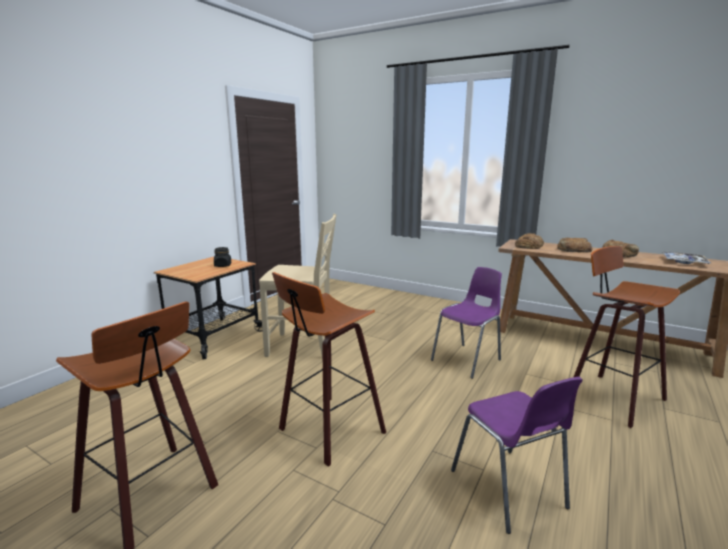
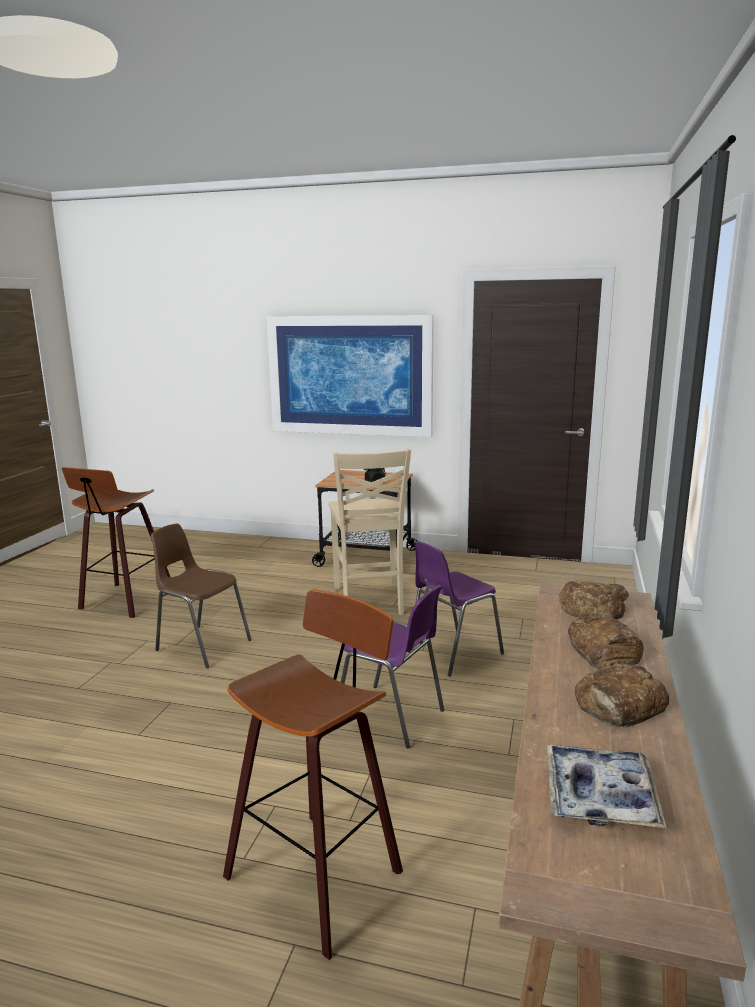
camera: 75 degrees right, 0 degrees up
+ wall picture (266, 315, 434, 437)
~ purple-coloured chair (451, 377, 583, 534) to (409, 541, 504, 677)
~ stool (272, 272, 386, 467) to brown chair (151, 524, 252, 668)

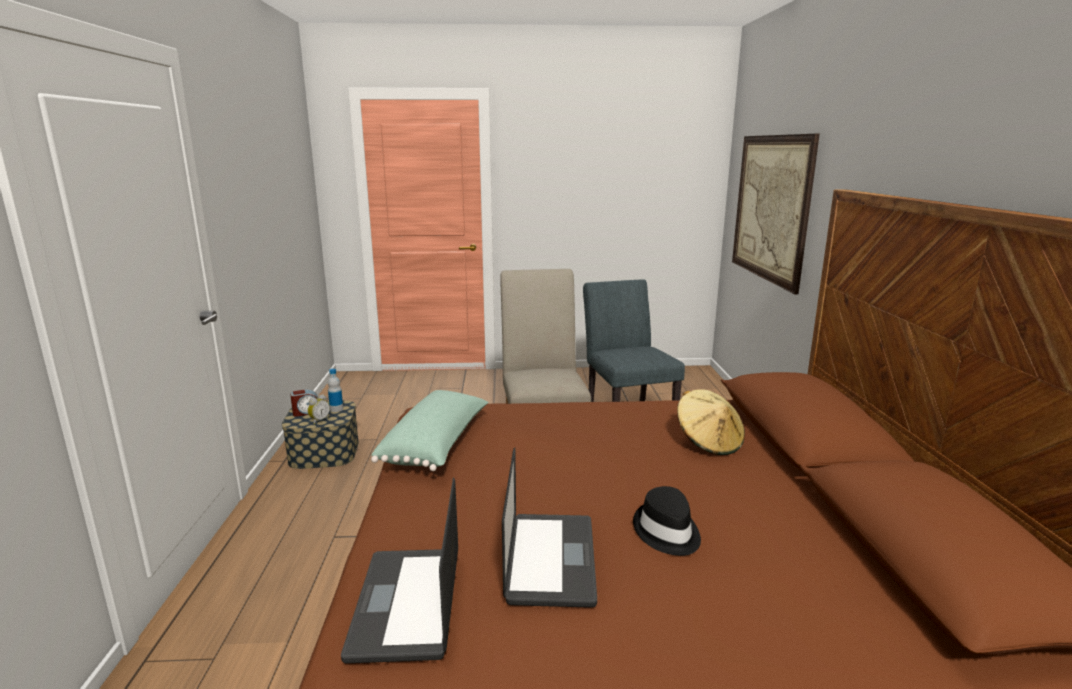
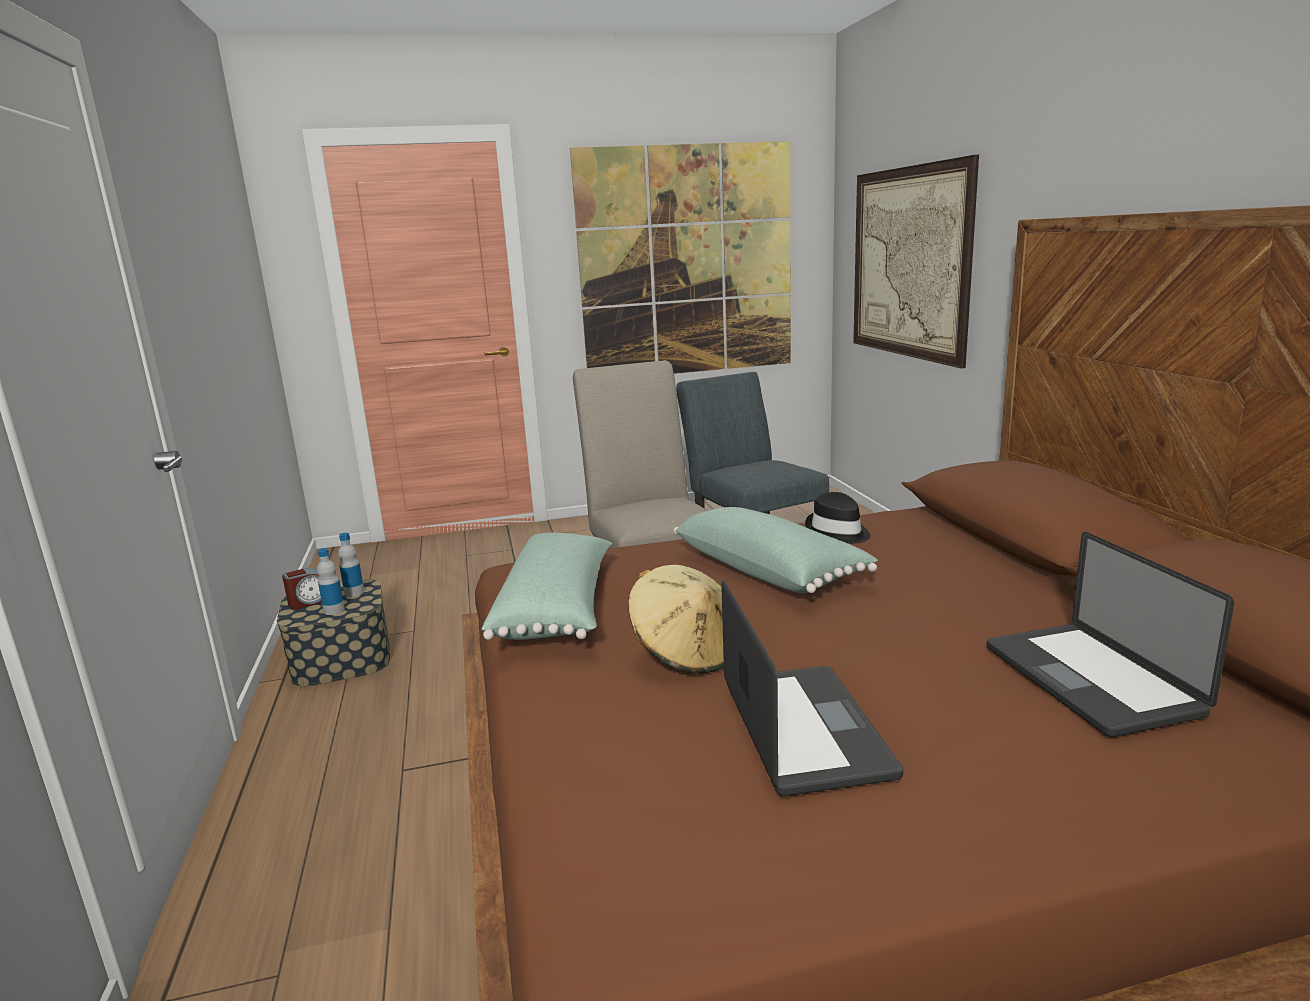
camera: 10 degrees left, 0 degrees up
+ wall picture (570, 141, 791, 374)
+ green-coloured throw pillow (673, 507, 878, 593)
~ notebook computer (341, 478, 458, 663) to (987, 532, 1234, 737)
~ black-coloured hat (633, 486, 701, 556) to (805, 492, 870, 544)
~ beige-coloured hat (677, 389, 745, 455) to (628, 565, 724, 674)
~ alarm clock (308, 394, 330, 424) to bottle (317, 548, 345, 615)

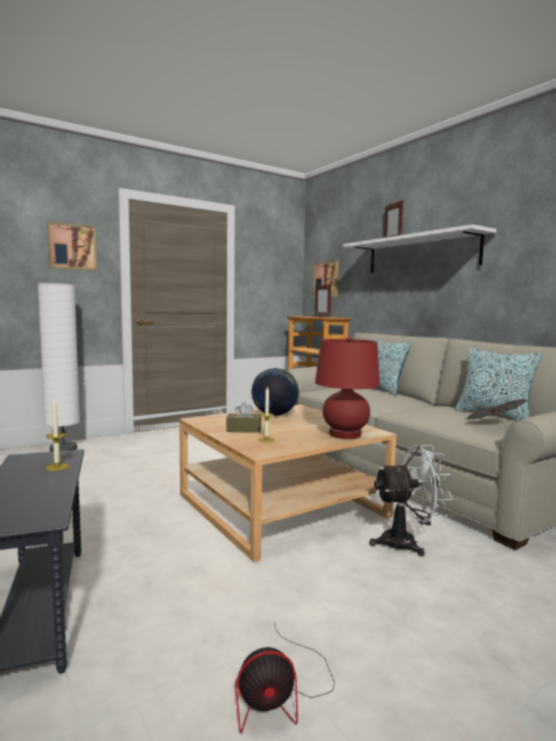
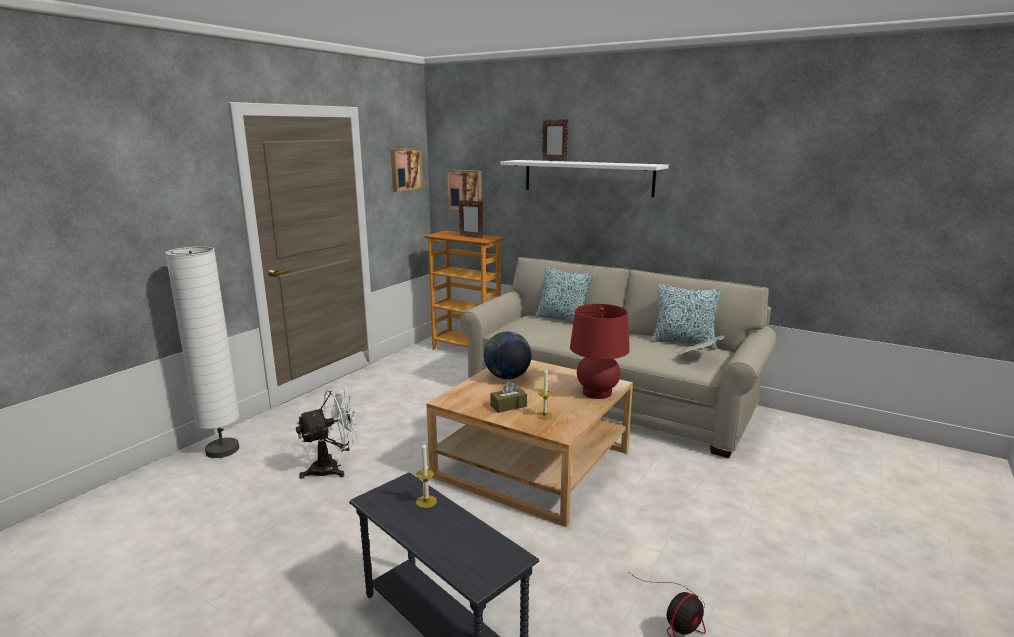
camera: 25 degrees left, 10 degrees up
~ wall picture (48, 222, 97, 270) to (391, 148, 423, 192)
~ white-coloured electric fan (369, 445, 453, 557) to (296, 388, 359, 479)

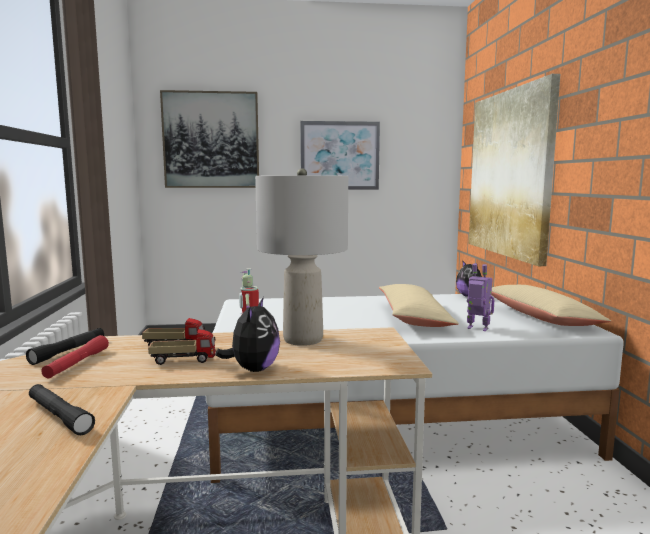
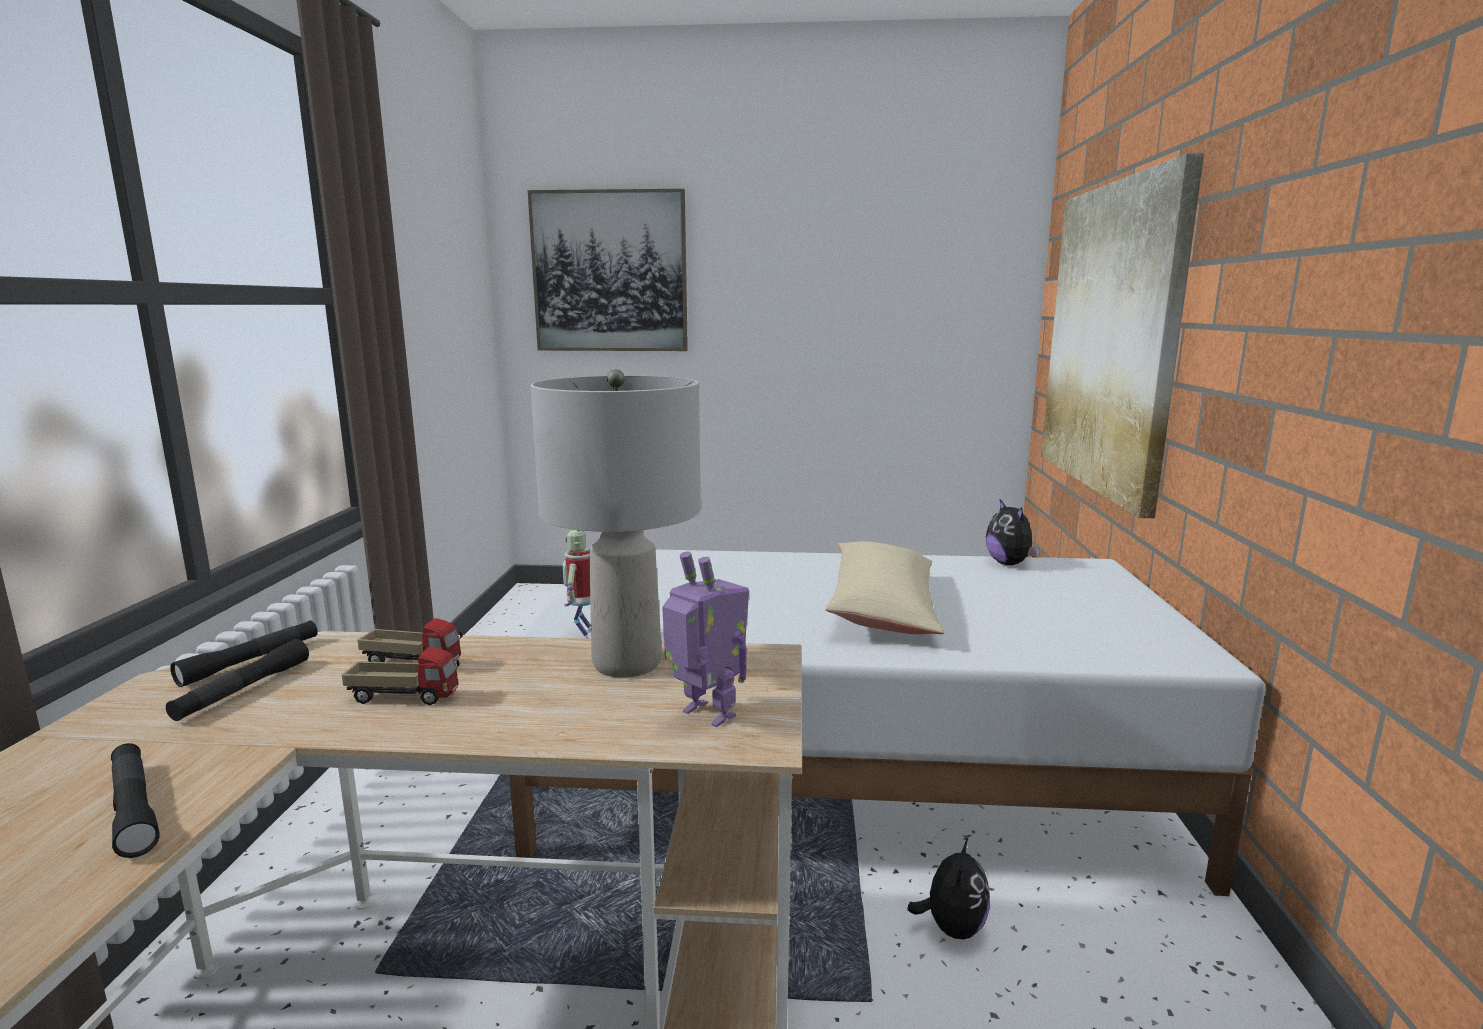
camera: 10 degrees right, 5 degrees up
- wall picture (300, 121, 380, 190)
- beige-coloured throw pillow (491, 285, 611, 326)
~ cuddly toy (215, 297, 280, 372) to (907, 837, 990, 940)
~ model robot (467, 263, 494, 331) to (662, 551, 749, 727)
~ reddish torch (41, 335, 109, 378) to black-coloured torch (166, 639, 309, 721)

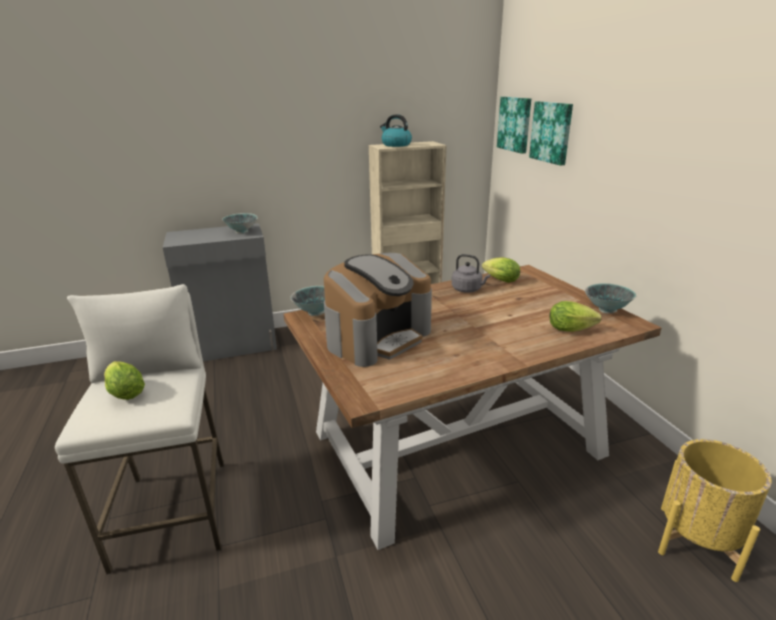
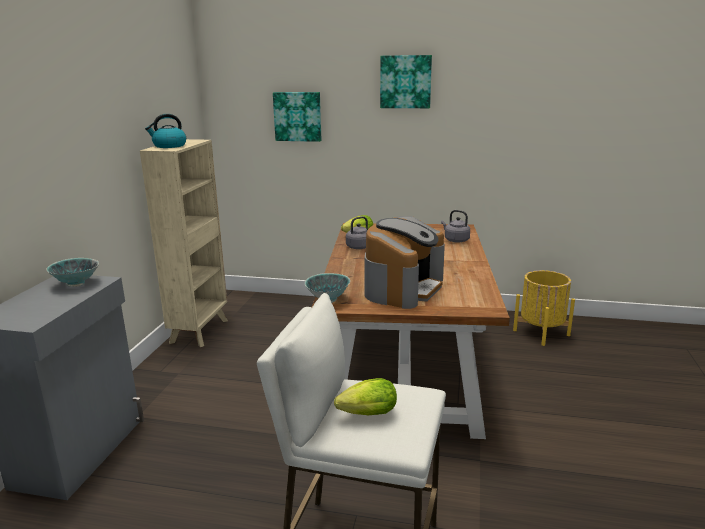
camera: 60 degrees left, 5 degrees down
- bowl (585, 283, 637, 314)
~ wall picture (497, 97, 531, 154) to (380, 55, 432, 108)
~ lettuce head (550, 301, 602, 332) to greyish kettle (441, 210, 470, 242)
~ coffee maker (324, 253, 432, 367) = (364, 216, 445, 309) 45 degrees clockwise

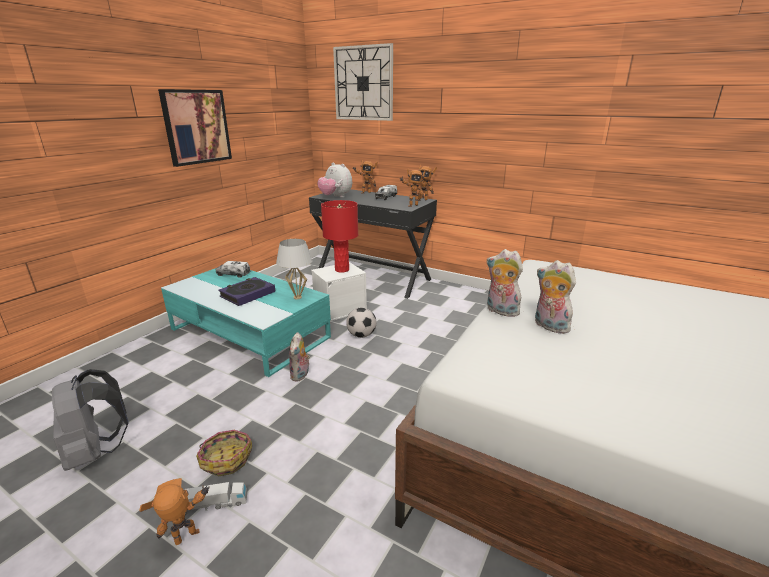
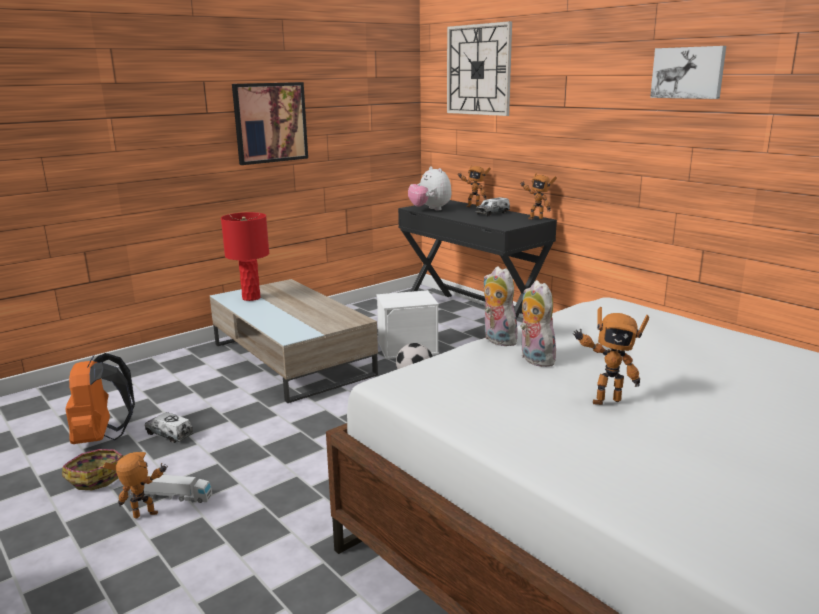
camera: 20 degrees right, 5 degrees down
- volume (218, 277, 275, 306)
- white-coloured lamp for a table (276, 239, 312, 299)
- cuddly toy (289, 332, 310, 382)
+ wall picture (650, 46, 726, 99)
~ basket (196, 430, 252, 476) to (62, 449, 124, 490)
~ toy lorry (215, 261, 251, 278) to (145, 412, 194, 443)
~ reddish lamp for a table (321, 200, 358, 273) to (221, 212, 269, 301)
~ model robot (400, 169, 426, 207) to (573, 307, 649, 405)
~ greyish knapsack (52, 369, 129, 471) to orangey knapsack (65, 353, 135, 444)
~ turquoise low table (161, 268, 331, 377) to beige-coloured low table (210, 279, 378, 403)

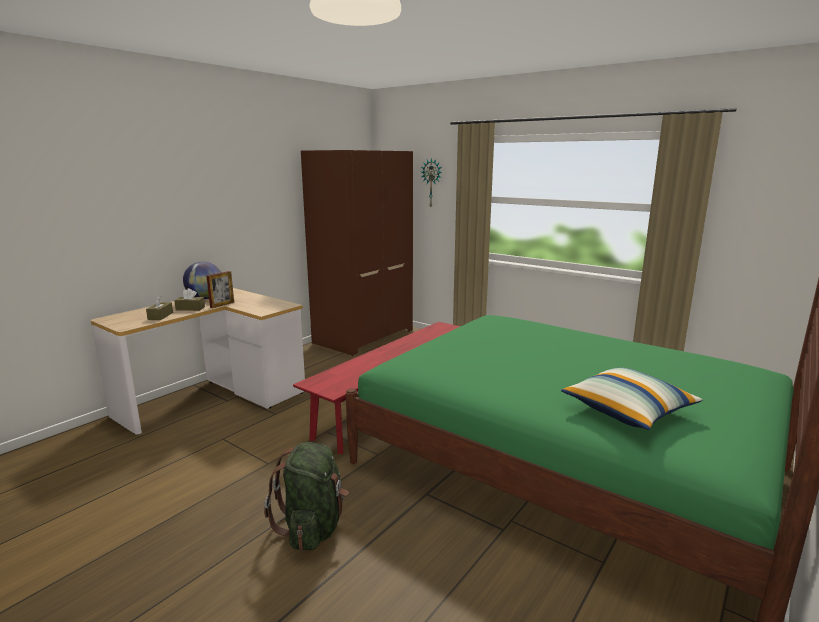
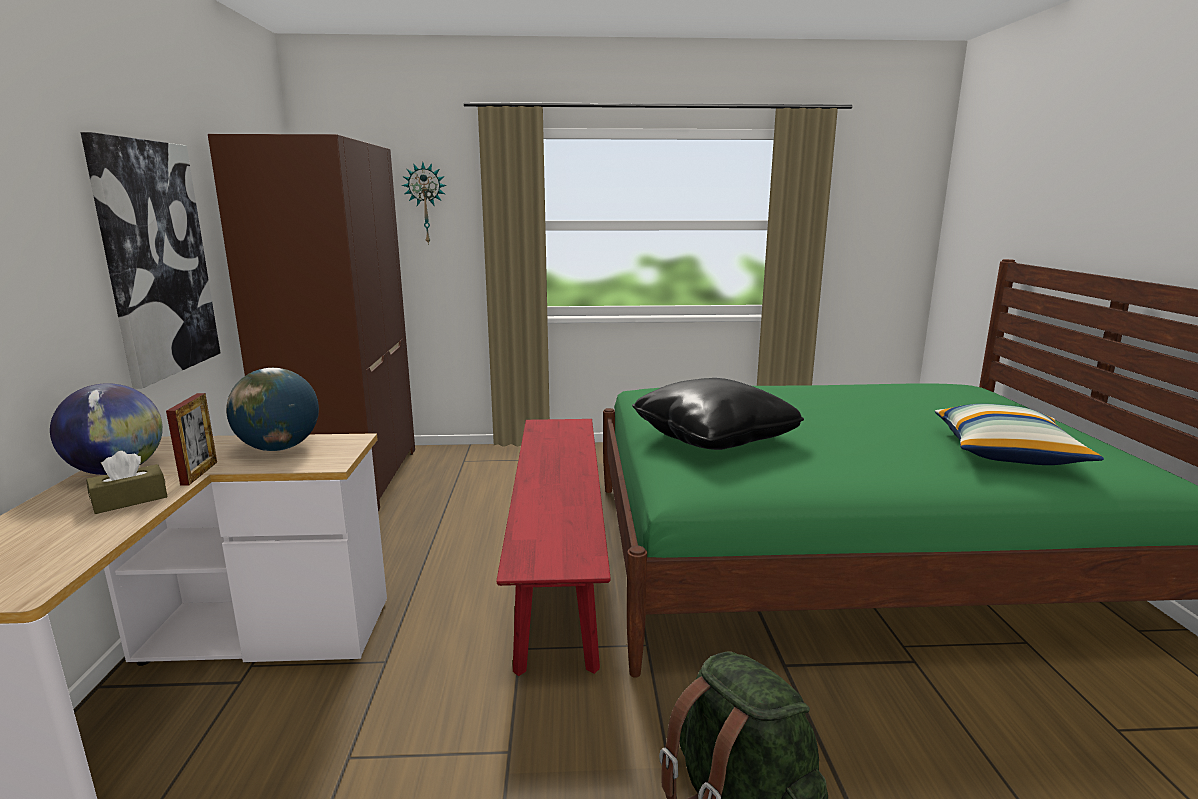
camera: 40 degrees left, 0 degrees up
- brown tissue holder (146, 295, 173, 320)
+ wall picture (81, 132, 220, 389)
+ desk globe (226, 368, 319, 451)
+ black-coloured throw pillow (632, 378, 804, 450)

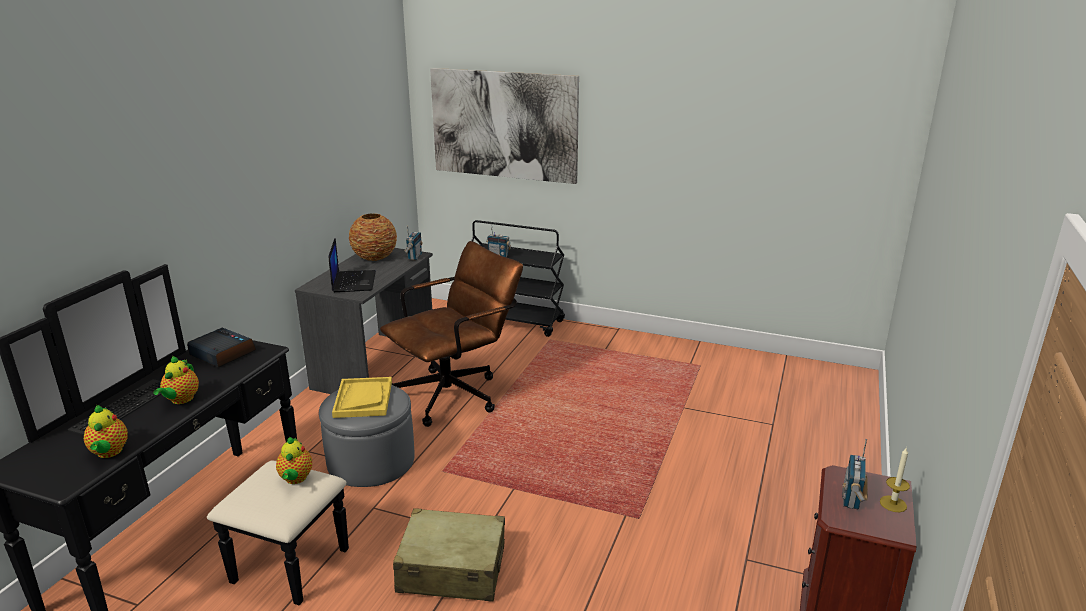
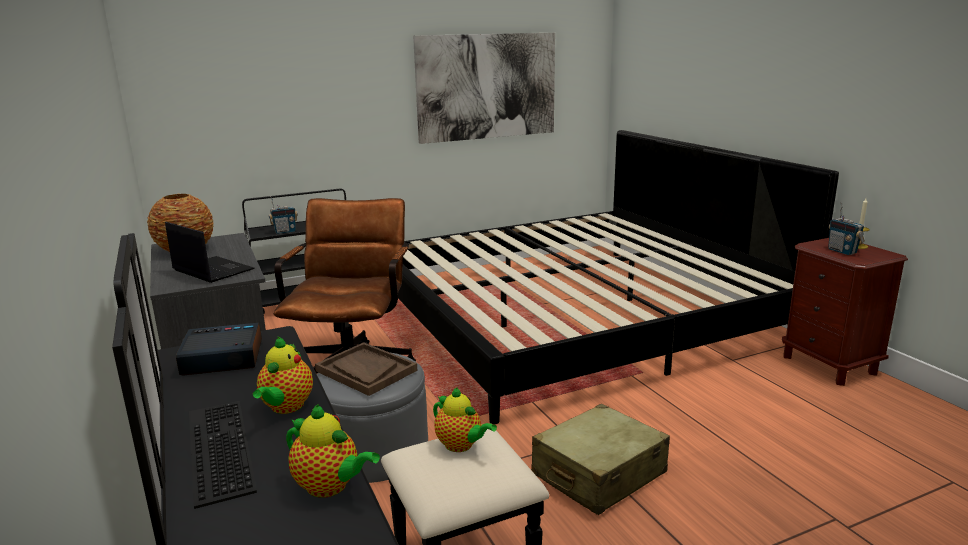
camera: 45 degrees left, 5 degrees down
- radio set (404, 226, 423, 260)
+ bedroom bed (398, 130, 839, 424)
~ wall picture (430, 68, 579, 184) to (413, 33, 555, 144)
~ yellow-coloured serving tray (332, 377, 392, 418) to brown serving tray (315, 342, 418, 396)
~ tea pot (153, 356, 199, 404) = (253, 337, 313, 414) 45 degrees clockwise

